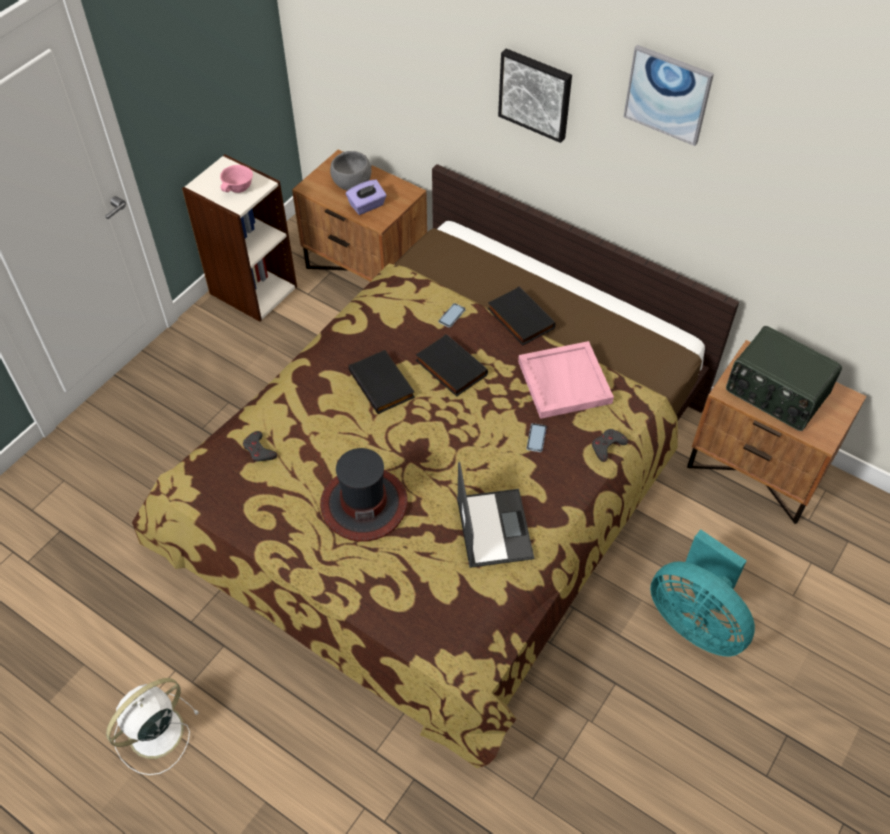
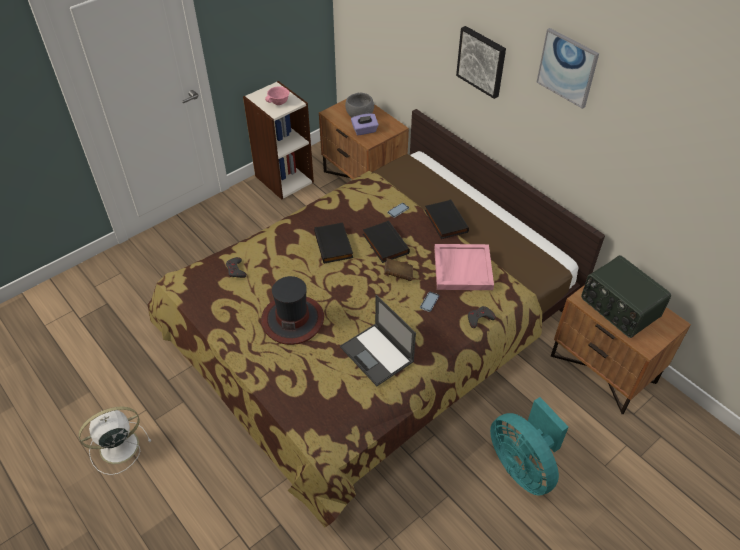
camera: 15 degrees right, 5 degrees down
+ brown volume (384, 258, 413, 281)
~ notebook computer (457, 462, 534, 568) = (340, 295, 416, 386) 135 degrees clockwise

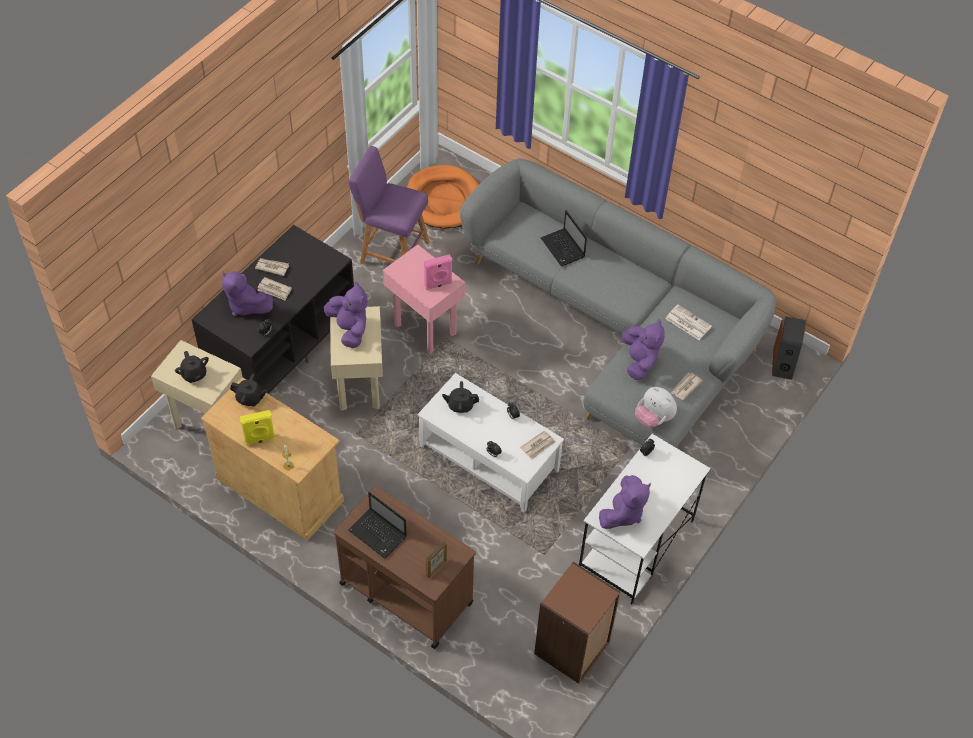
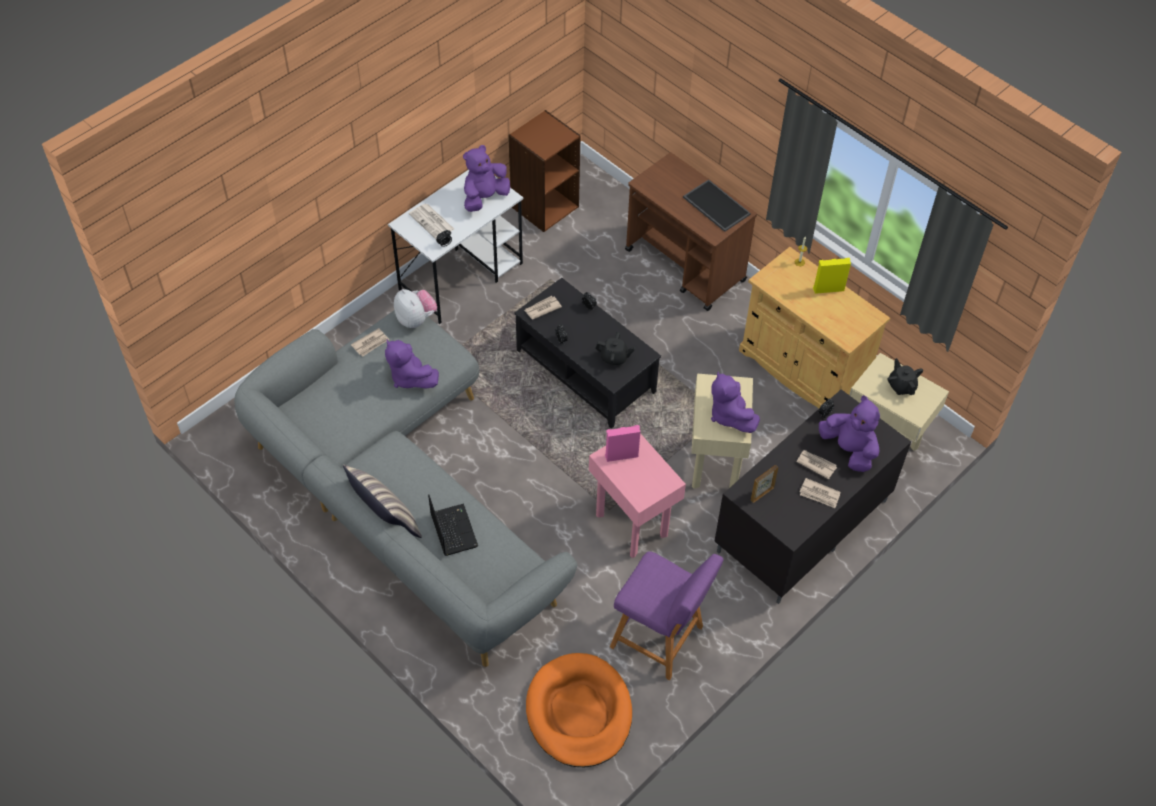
camera: 170 degrees left, 0 degrees up
- black-coloured tea pot (230, 373, 267, 406)
- speaker (772, 316, 807, 380)
+ throw pillow (343, 465, 422, 538)
~ photo frame (426, 540, 447, 578) to (751, 465, 778, 503)
~ printed paper (665, 305, 712, 340) to (409, 204, 454, 239)
~ notebook computer (348, 492, 407, 559) to serving tray (683, 179, 751, 232)
~ white-coloured low table (418, 373, 564, 513) to black-coloured low table (514, 278, 661, 429)
~ purple-coloured cuddly toy (622, 319, 665, 380) = (385, 339, 439, 389) 45 degrees counterclockwise

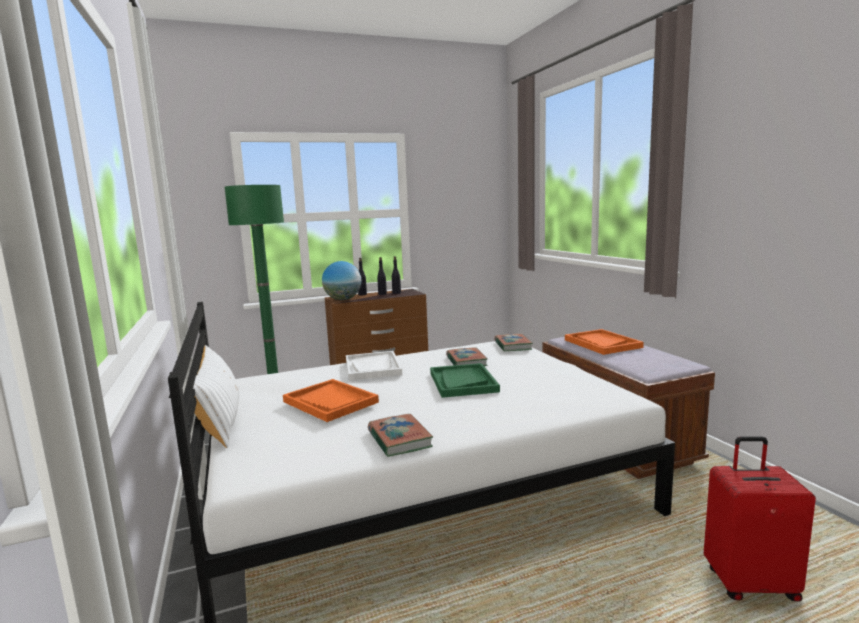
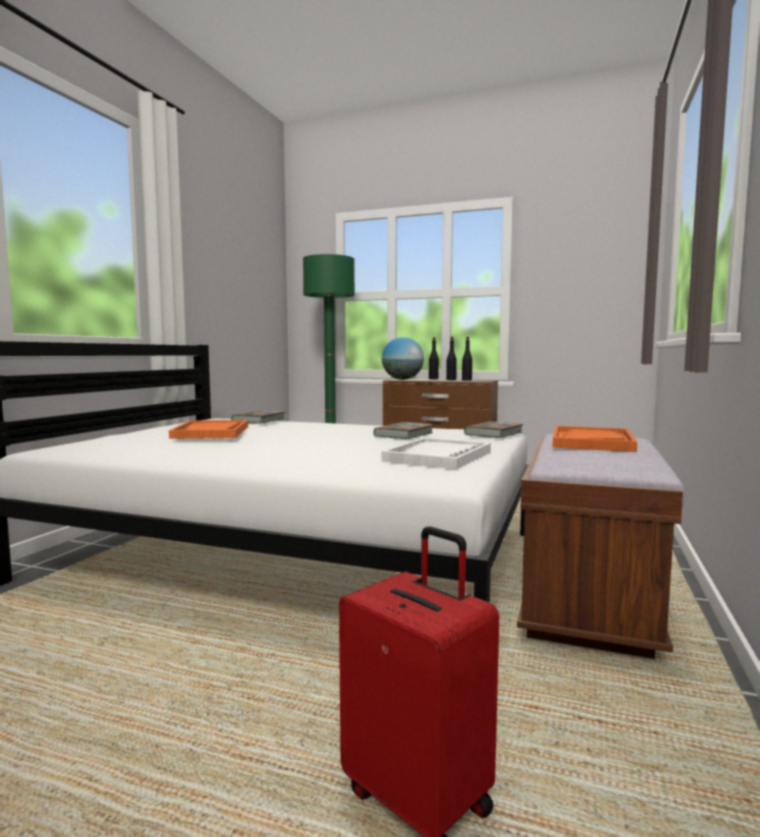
camera: 40 degrees right, 5 degrees down
- white-coloured throw pillow (193, 345, 239, 448)
- green-coloured serving tray (430, 363, 500, 398)
~ white-coloured serving tray (346, 351, 402, 381) to (381, 438, 491, 469)
~ volume (368, 414, 433, 457) to (231, 410, 285, 424)

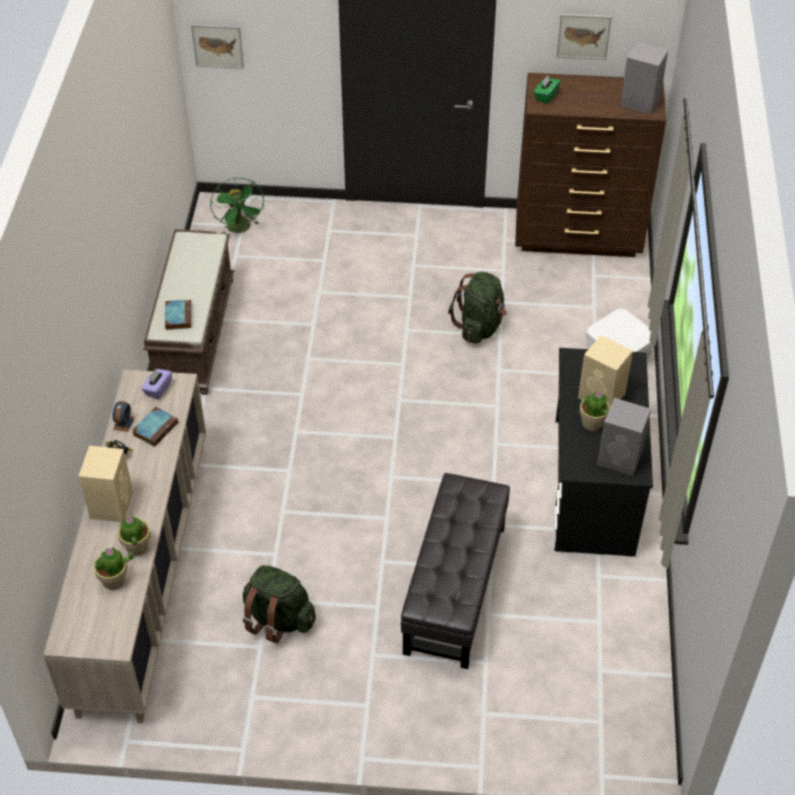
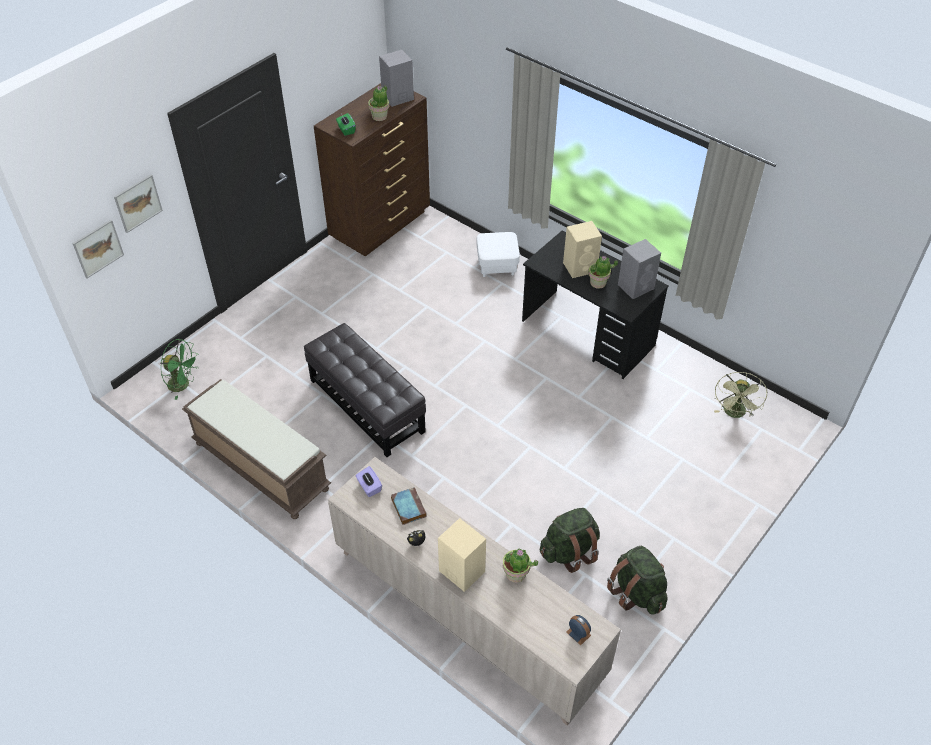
camera: 55 degrees left, 0 degrees up
- volume (165, 300, 191, 330)
+ green-coloured electric fan (714, 372, 767, 418)
~ houseplant (93, 547, 134, 590) to (368, 85, 389, 121)
~ alarm clock (113, 401, 135, 432) to (566, 615, 591, 645)
~ black-coloured footrest (401, 473, 510, 669) to (304, 323, 426, 457)
~ green-coloured knapsack (448, 272, 507, 344) to (607, 546, 668, 615)
~ wall picture (557, 14, 612, 60) to (114, 175, 163, 233)

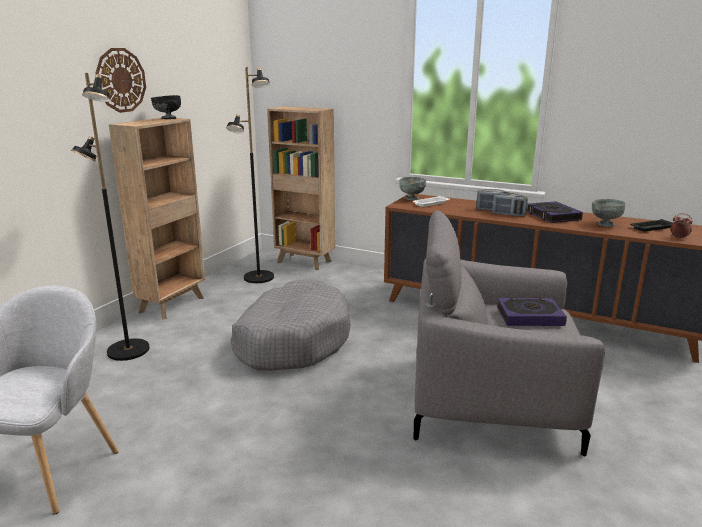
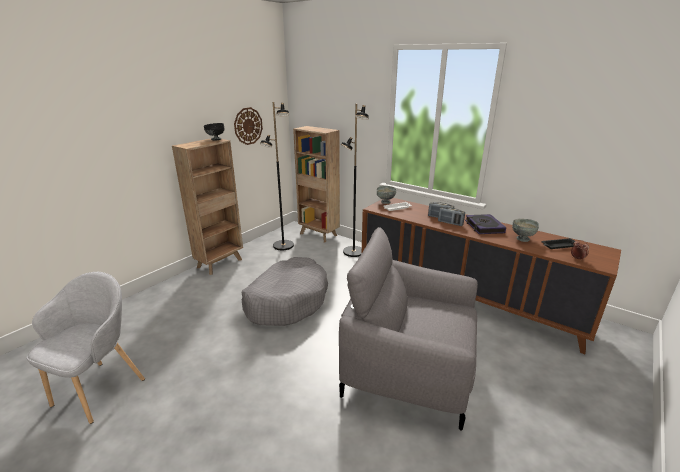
camera: 10 degrees right, 5 degrees up
- volume (497, 297, 567, 326)
~ black-coloured standard lamp (71, 73, 150, 361) to (341, 104, 369, 257)
~ hanging clock (95, 48, 146, 113) to (234, 107, 263, 145)

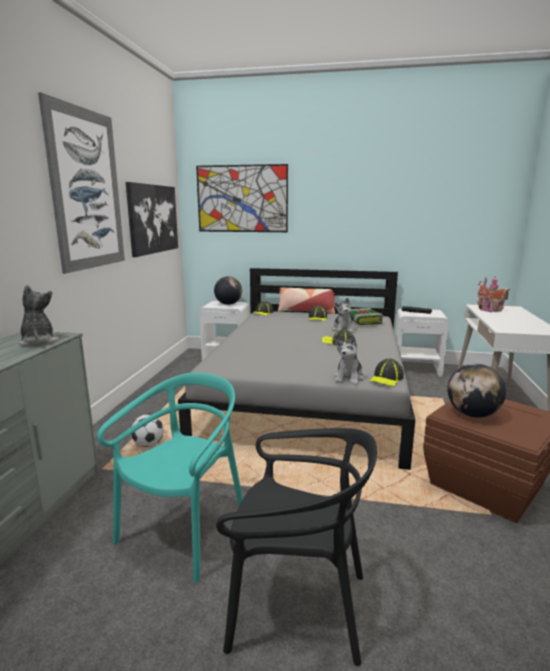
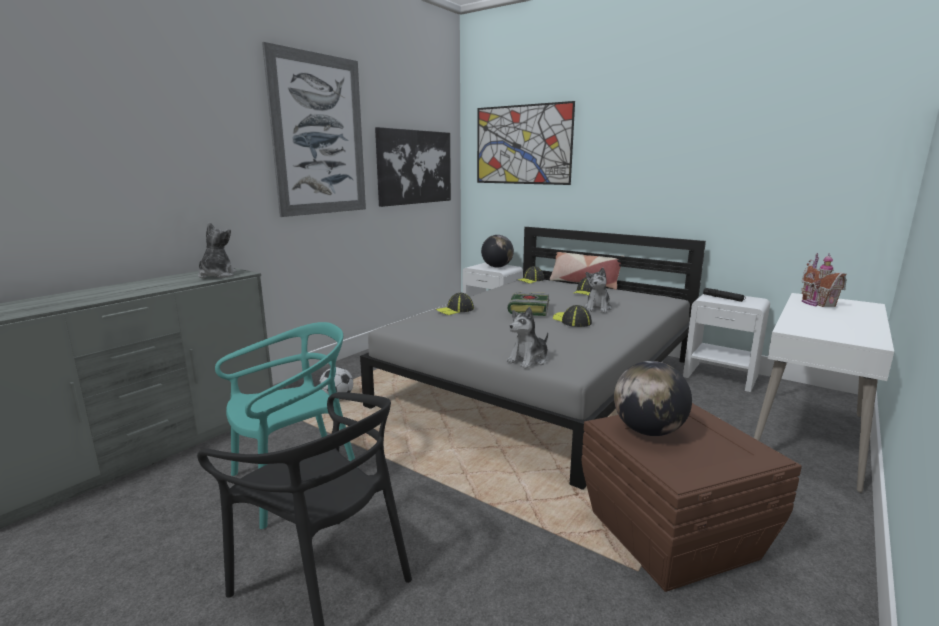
camera: 25 degrees right, 0 degrees up
~ volume (350, 308, 383, 325) to (507, 292, 549, 316)
~ peaked cap (370, 359, 404, 387) to (436, 293, 474, 315)

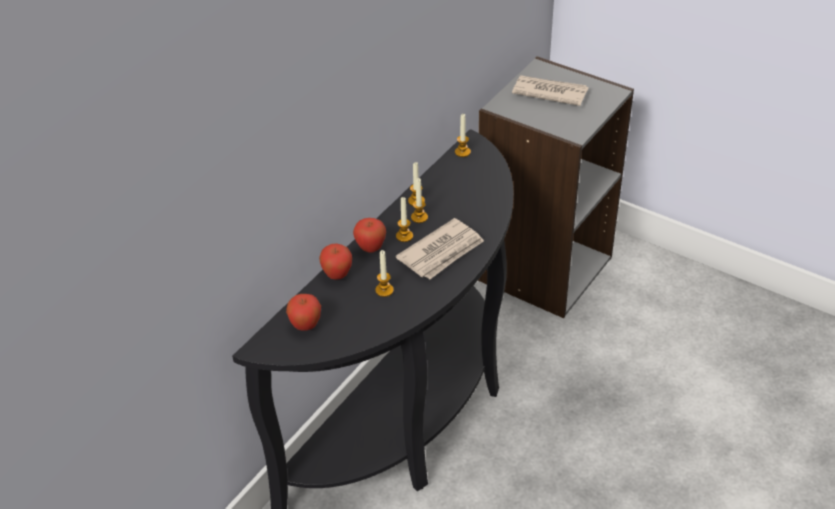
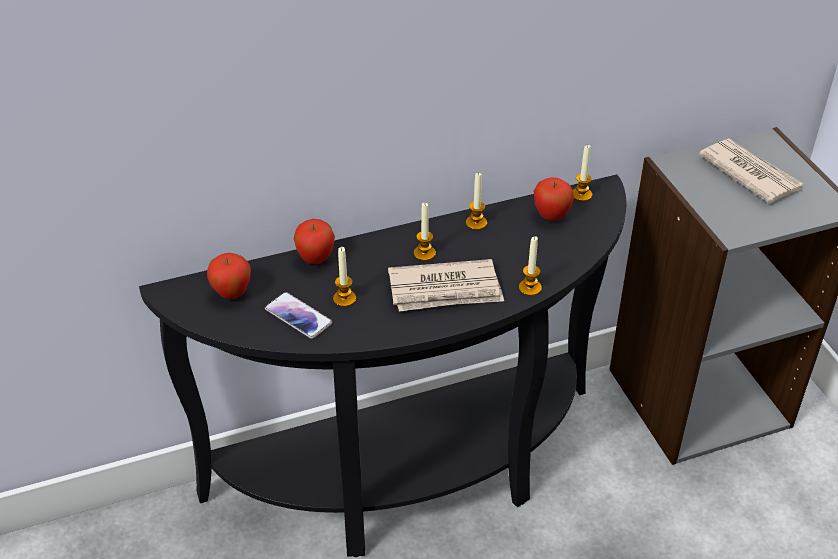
camera: 35 degrees right, 0 degrees up
+ phone (265, 292, 332, 339)
~ whole apple (353, 218, 386, 253) to (534, 177, 574, 221)
~ candle (411, 178, 428, 223) to (519, 236, 542, 296)

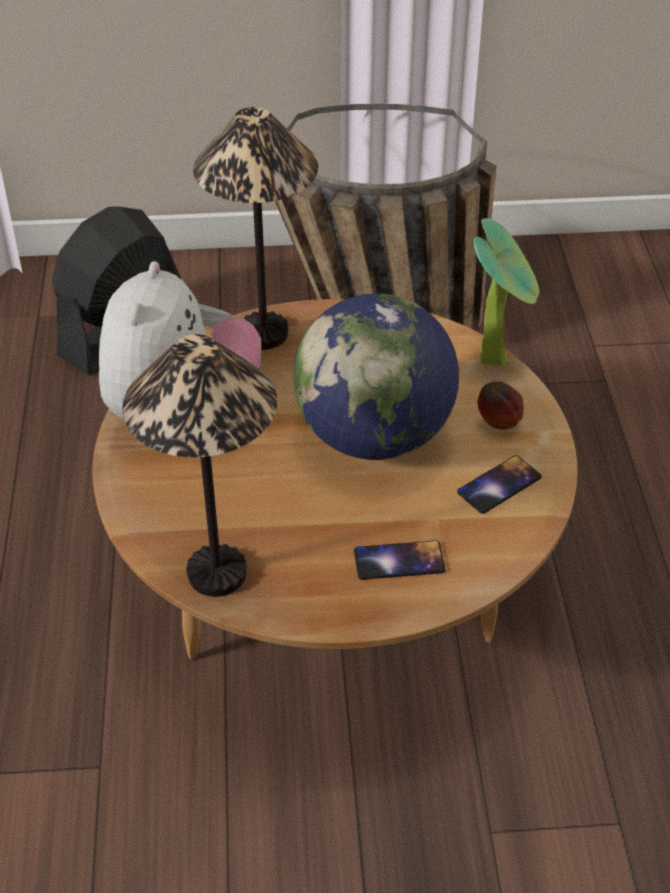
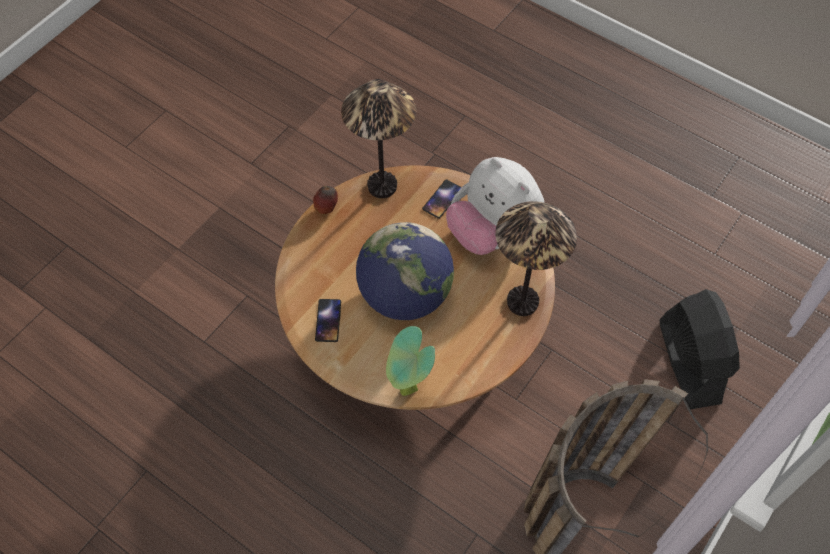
camera: 130 degrees right, 15 degrees up
~ phone (354, 540, 446, 580) to (422, 179, 461, 219)
~ whole apple (478, 381, 524, 430) to (313, 186, 338, 214)

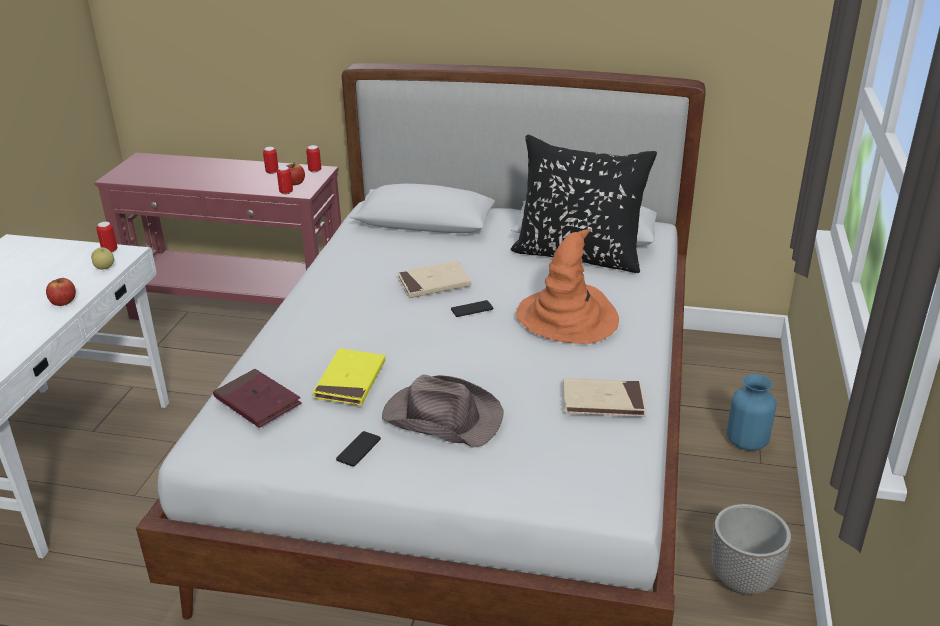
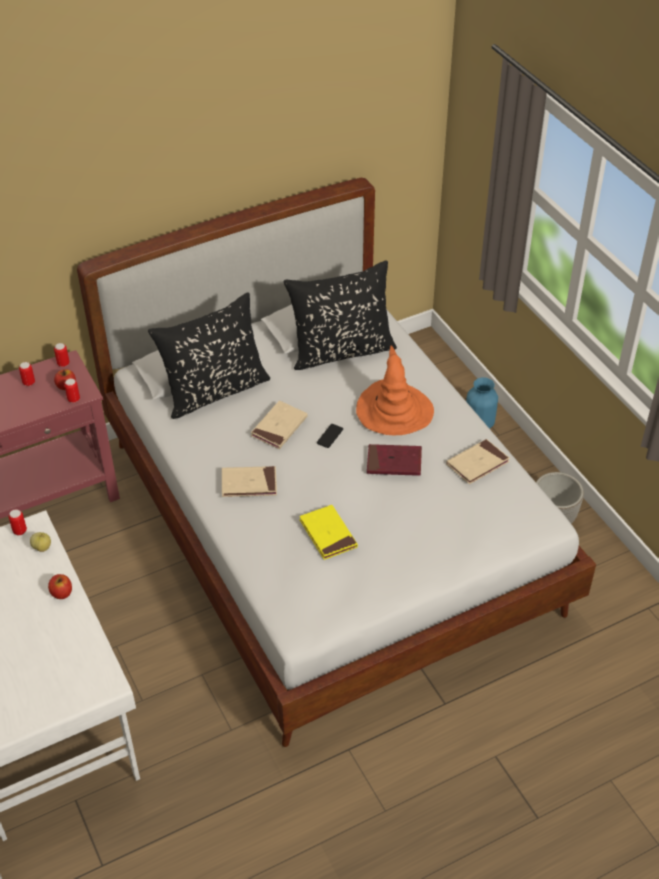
camera: 40 degrees left, 15 degrees up
- phone (336, 431, 381, 467)
- brown hat (382, 374, 504, 448)
+ black-coloured throw pillow (148, 292, 270, 419)
+ beige-coloured volume (222, 466, 277, 497)
~ reddish volume (213, 369, 302, 428) to (367, 444, 422, 476)

